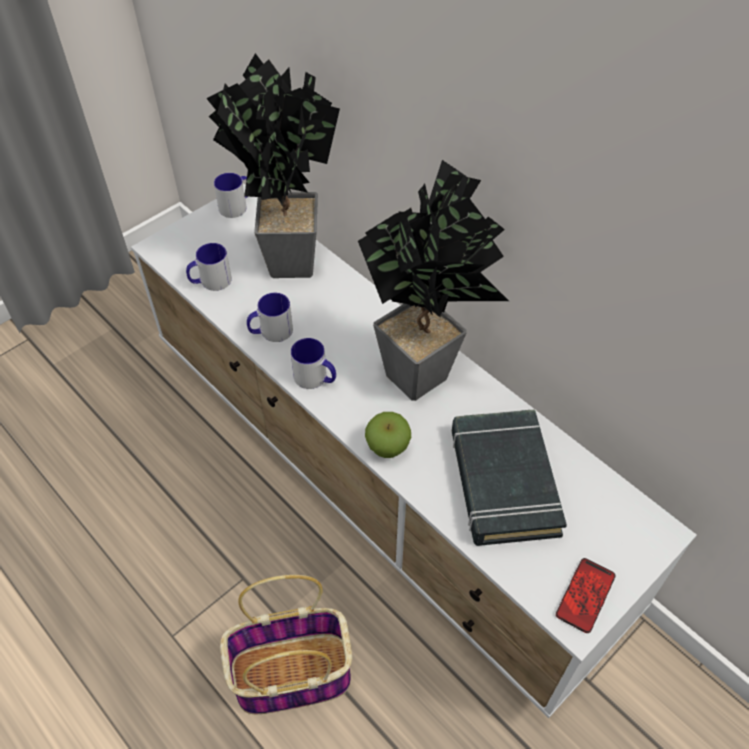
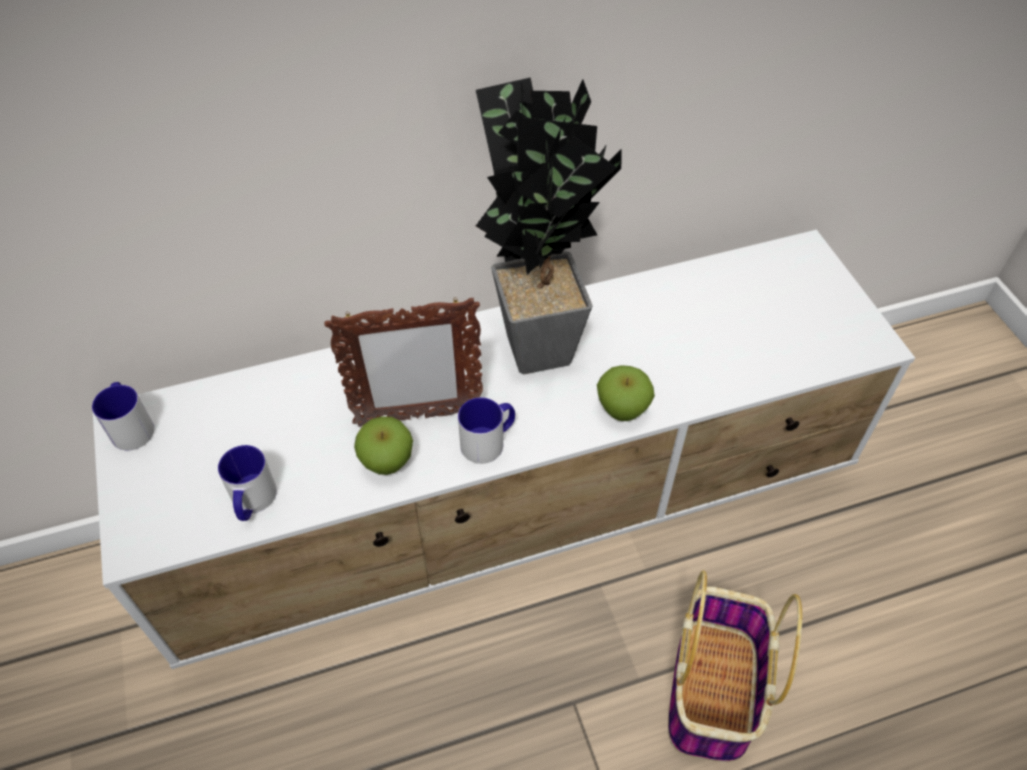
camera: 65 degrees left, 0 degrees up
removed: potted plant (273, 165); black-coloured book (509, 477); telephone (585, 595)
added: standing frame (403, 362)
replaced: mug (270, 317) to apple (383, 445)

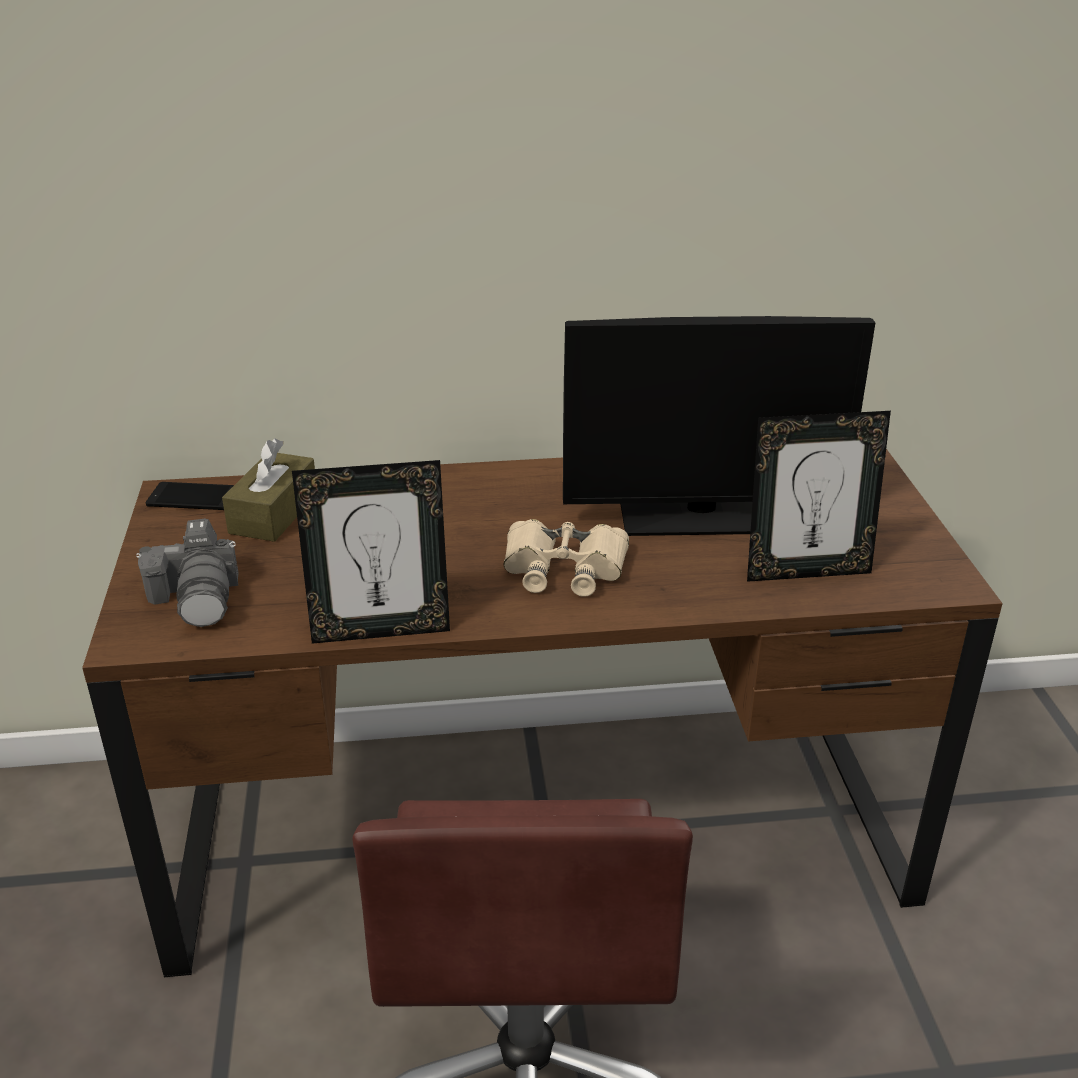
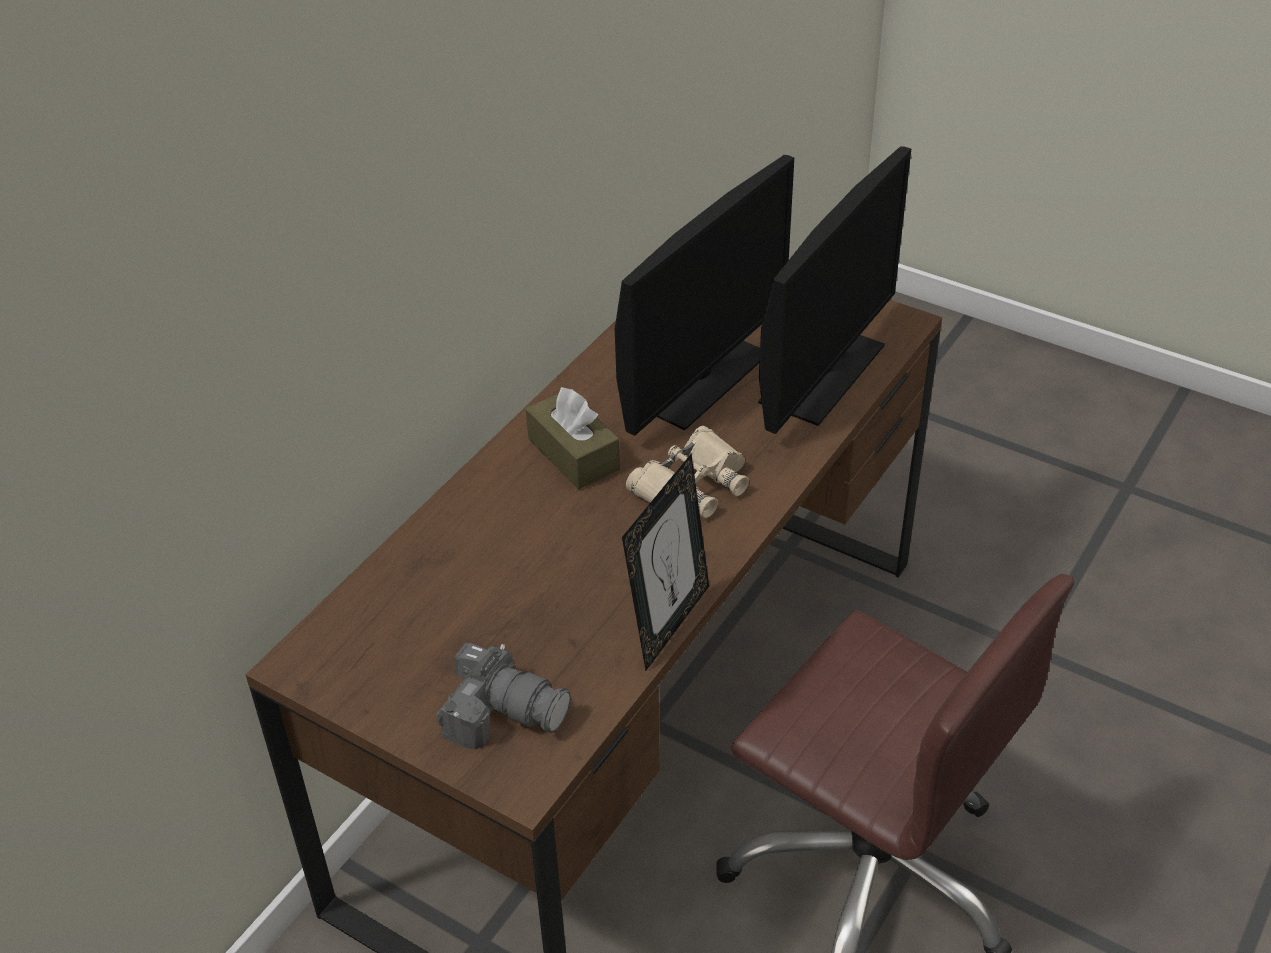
camera: 50 degrees left, 10 degrees up
removed: telephone (190, 496)
moved: brown tissue holder (268, 490) to (573, 438)
replaced: standing frame (819, 496) to computer display (834, 290)

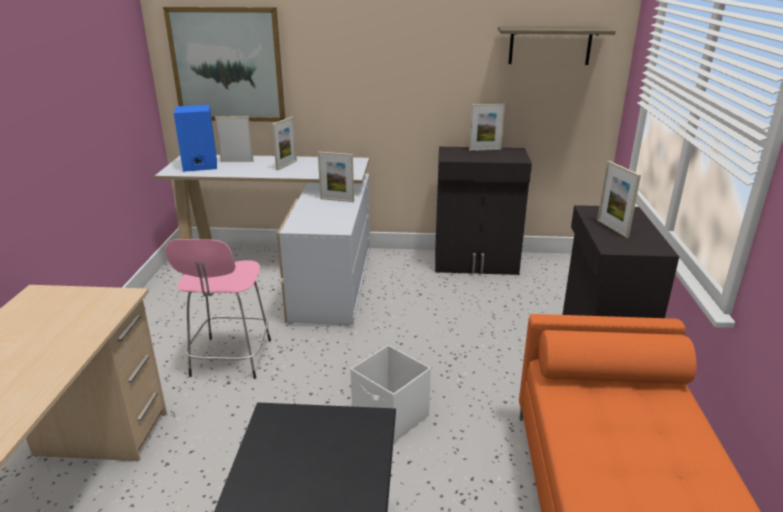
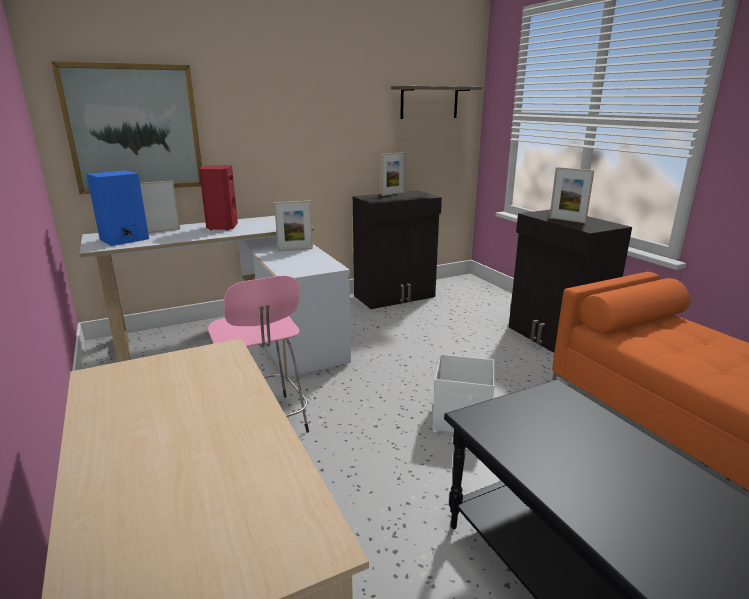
camera: 30 degrees left, 5 degrees down
replaced: standing frame (284, 143) to reddish loudspeaker (218, 198)

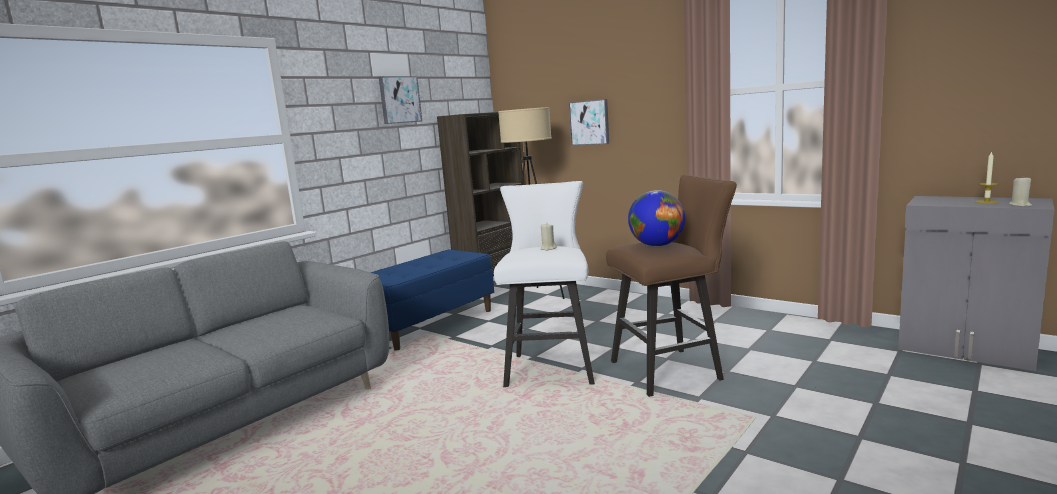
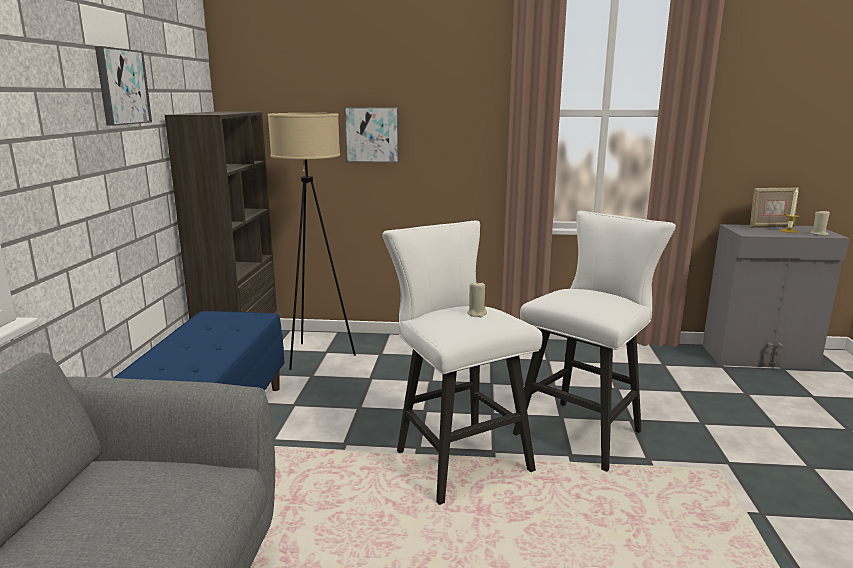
camera: 35 degrees left, 5 degrees up
removed: globe (656, 218)
added: standing frame (774, 207)
recoloured: brown sitting stool (671, 286) to whitish sitting stool (594, 341)

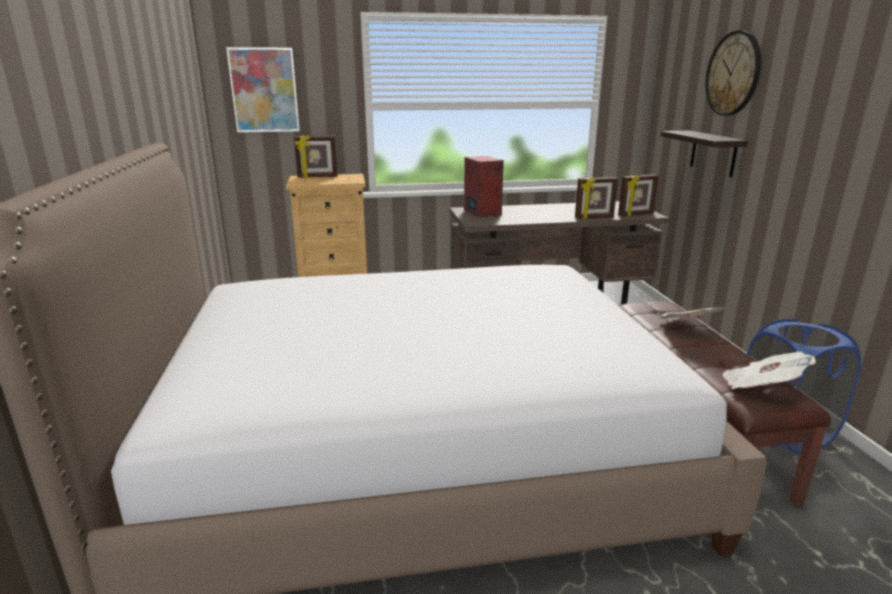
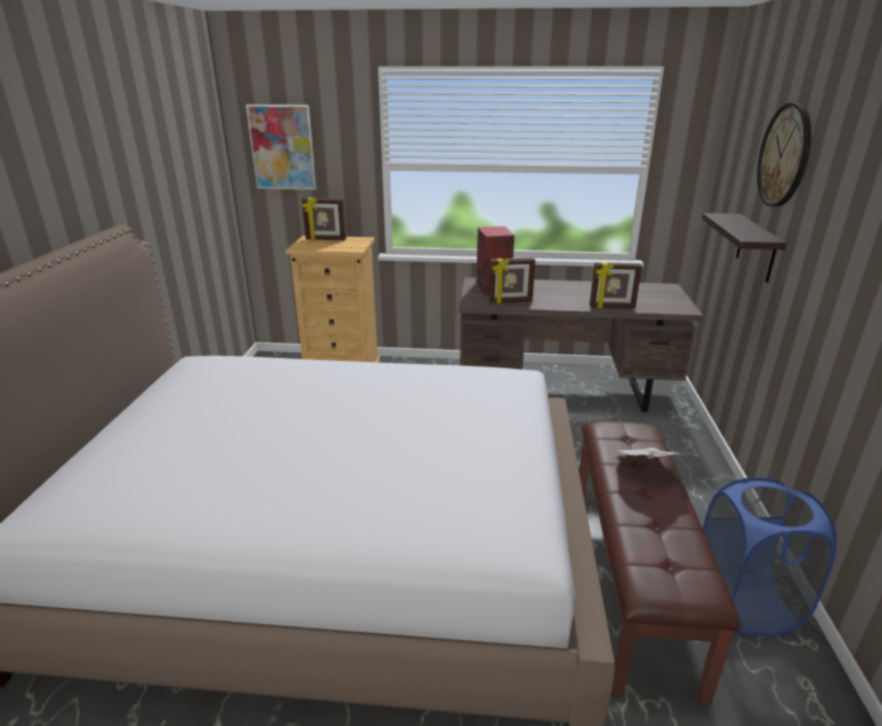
camera: 15 degrees right, 5 degrees up
removed: newspaper (769, 370)
moved: standing frame (638, 195) to (512, 280)

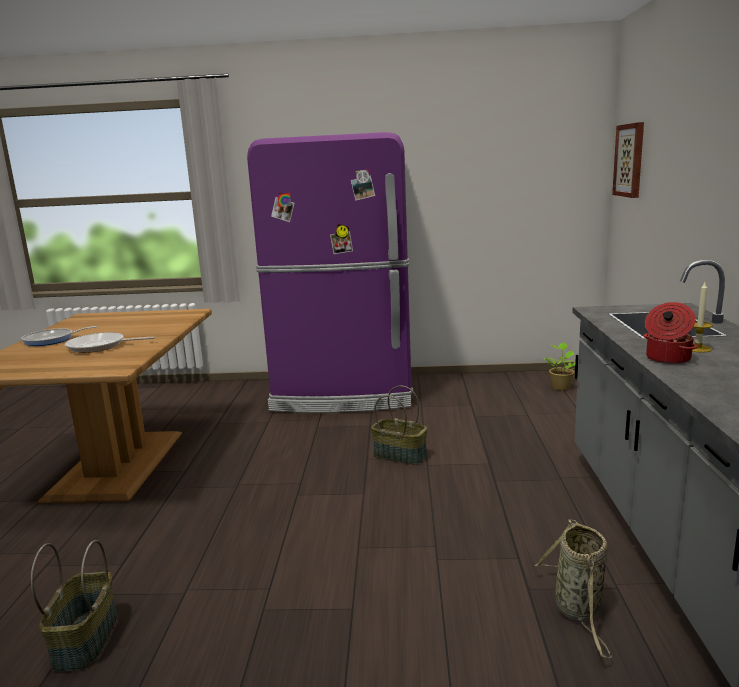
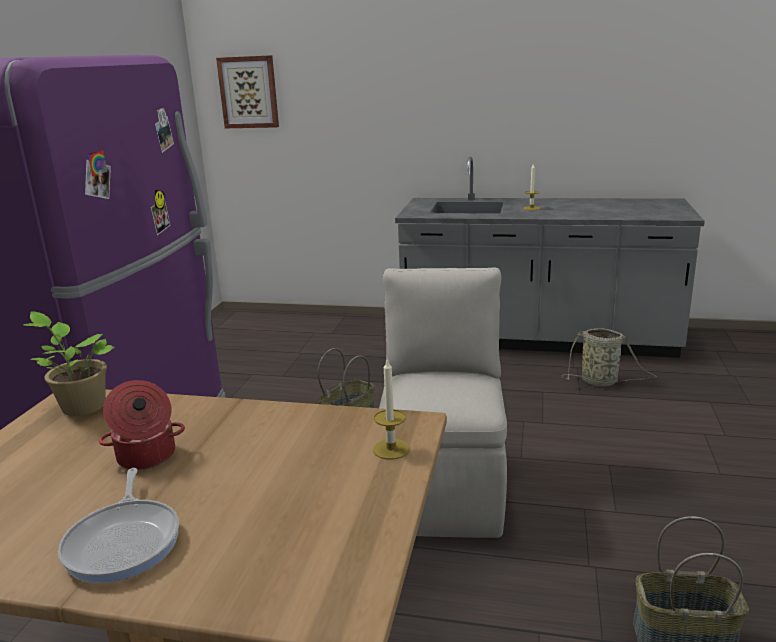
camera: 80 degrees left, 5 degrees up
removed: pan (110, 342)
added: wax candle (391, 409); beige plain chair (443, 402)
moved: potted plant (559, 366) to (69, 363); stockpot (671, 333) to (142, 425)

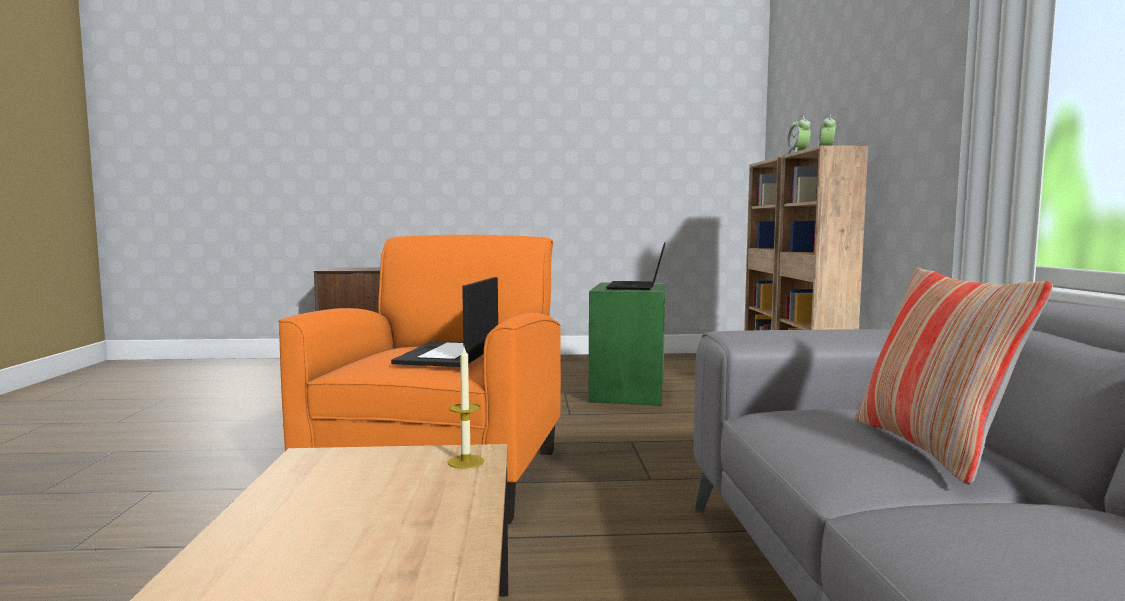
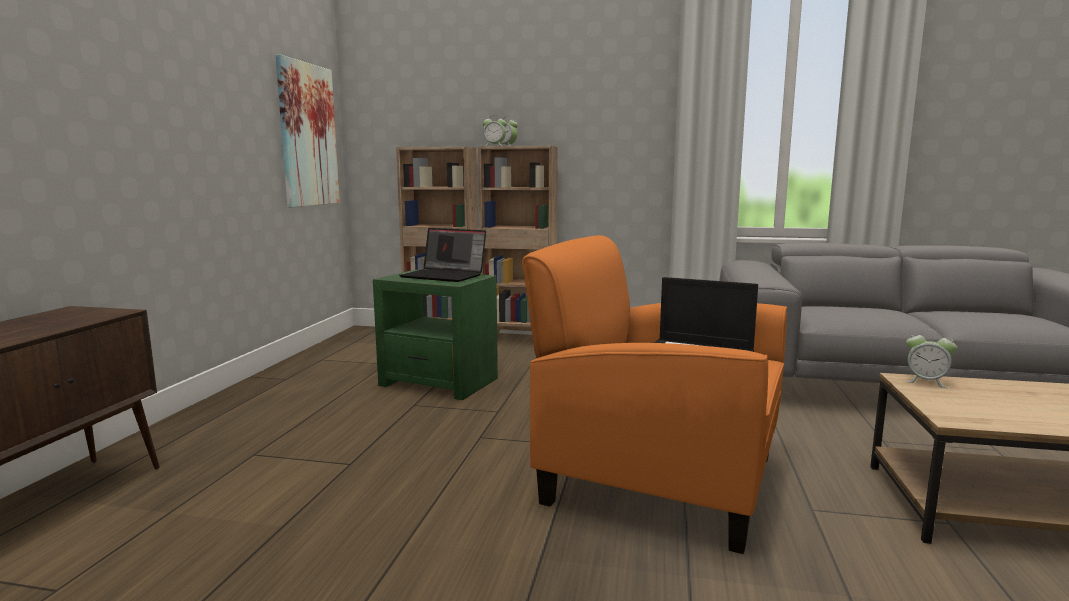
camera: 75 degrees left, 5 degrees up
removed: cushion (954, 376)
added: picture (308, 131)
replaced: wax candle (466, 408) to table clock (931, 359)

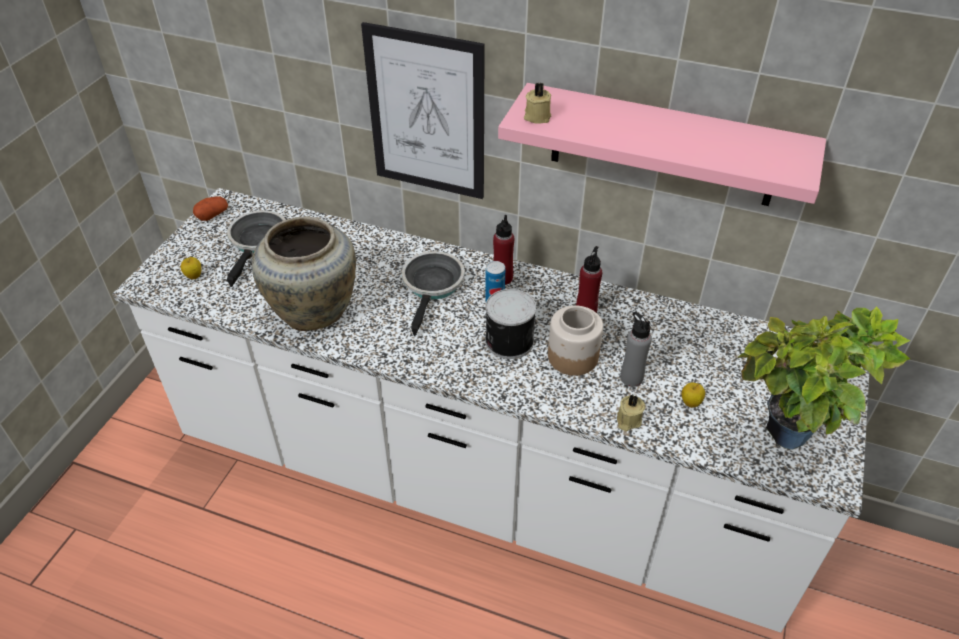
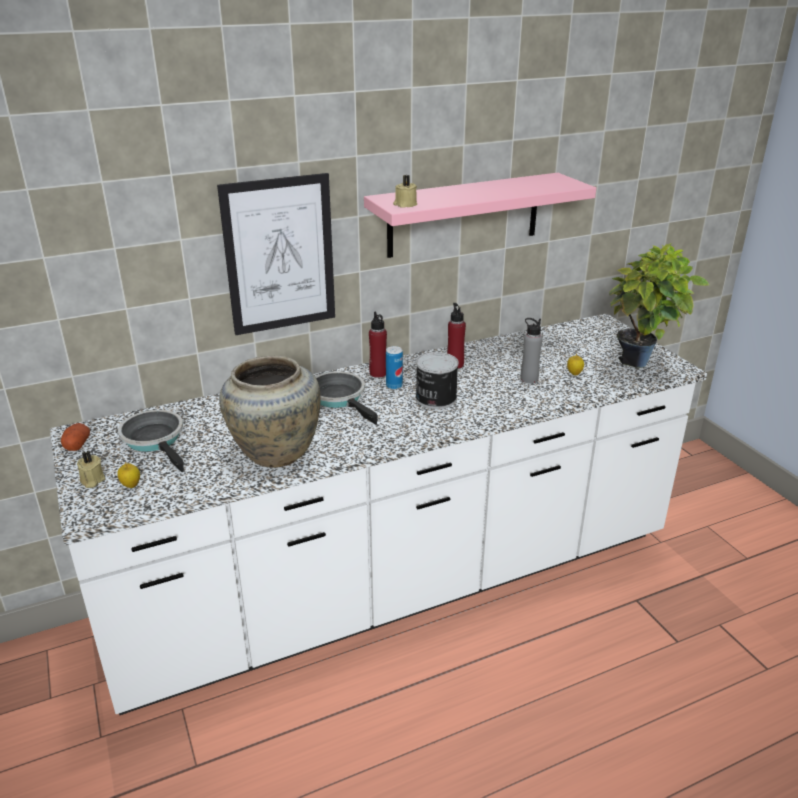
camera: 45 degrees left, 15 degrees down
removed: storage jar (575, 340)
moved: beige wax candle (631, 413) to (91, 469)

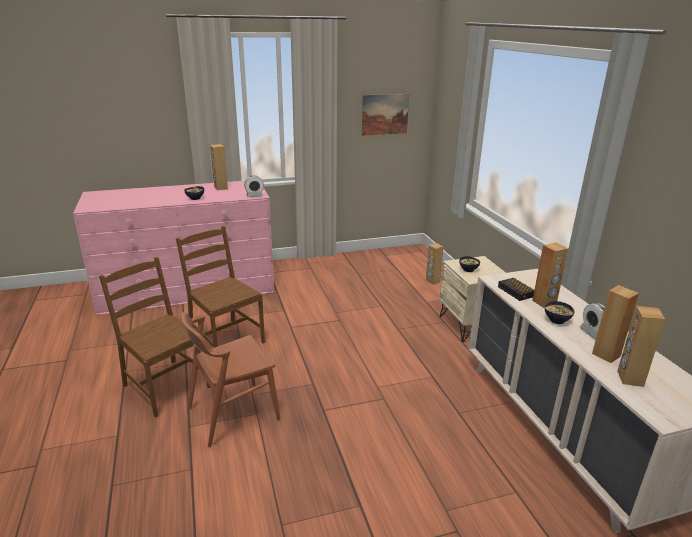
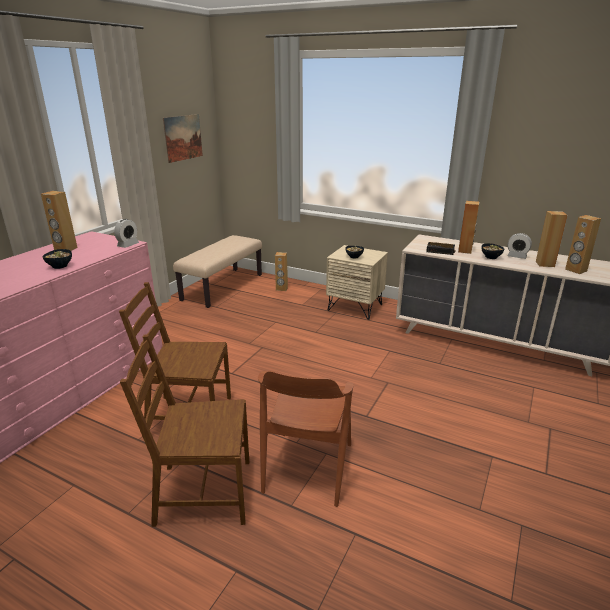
camera: 45 degrees left, 0 degrees up
added: beige indoor bench (217, 271)

